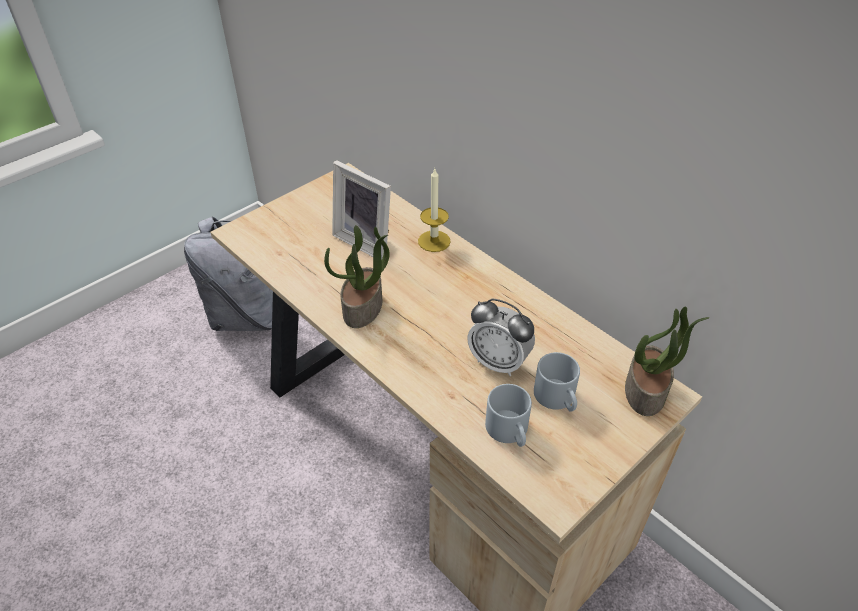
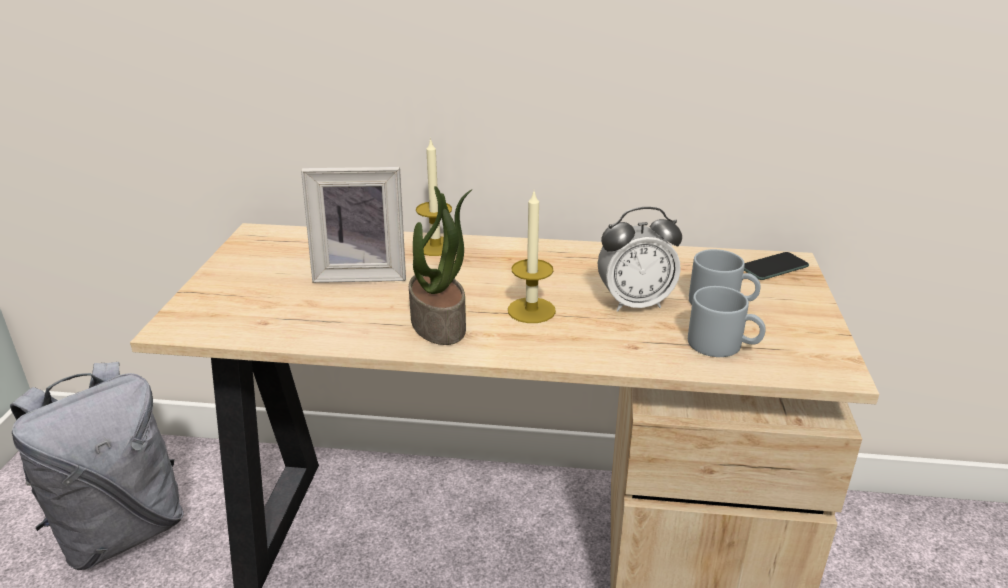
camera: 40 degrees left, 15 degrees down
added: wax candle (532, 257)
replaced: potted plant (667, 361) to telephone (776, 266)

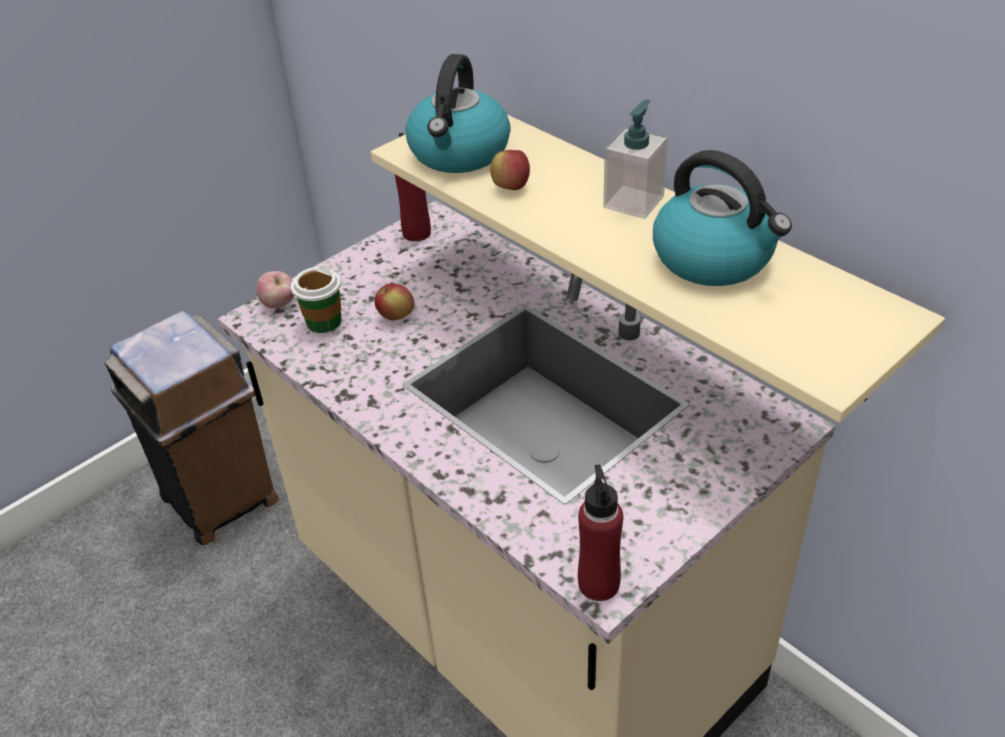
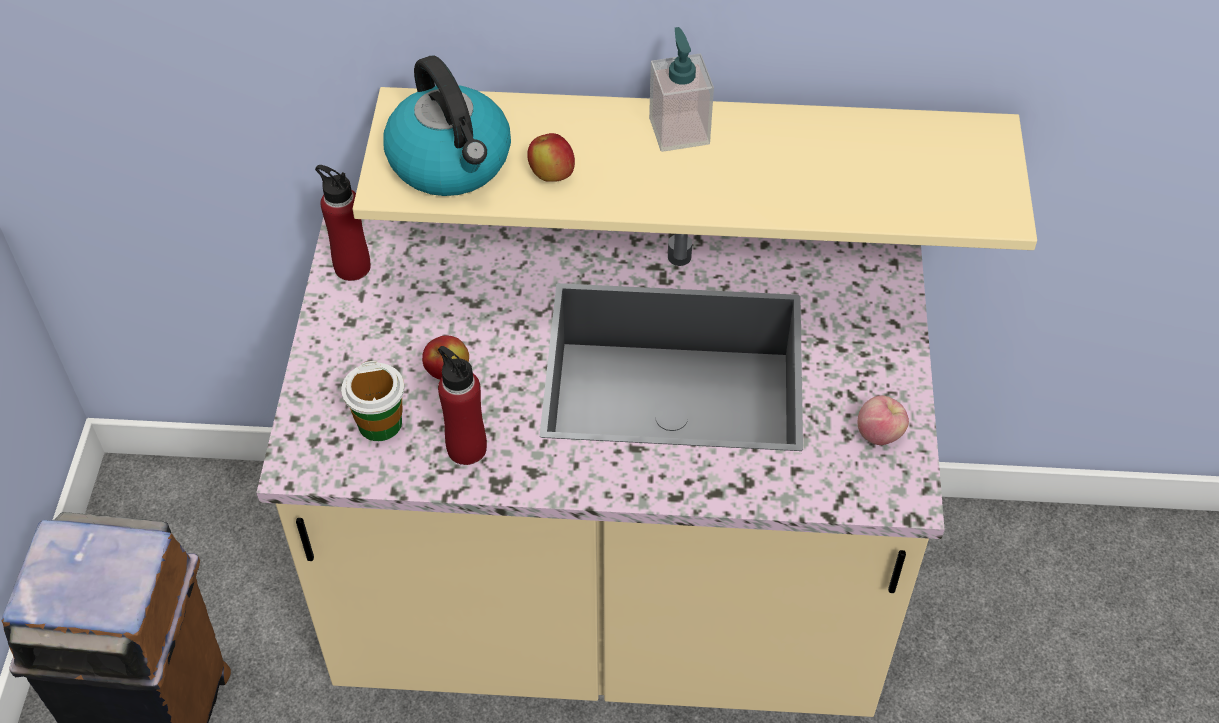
camera: 45 degrees left, 10 degrees up
removed: water kettle (722, 218)
moved: apple (275, 289) to (883, 420); reddish drink bottle (600, 533) to (462, 405)

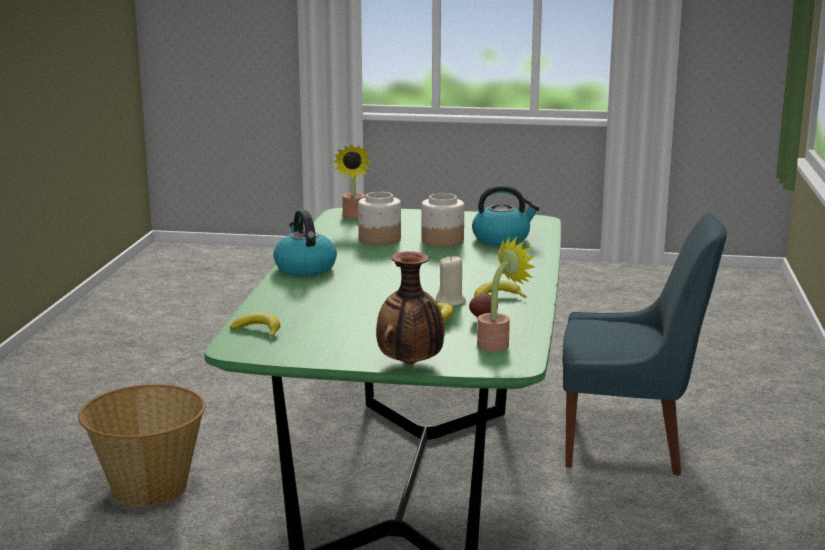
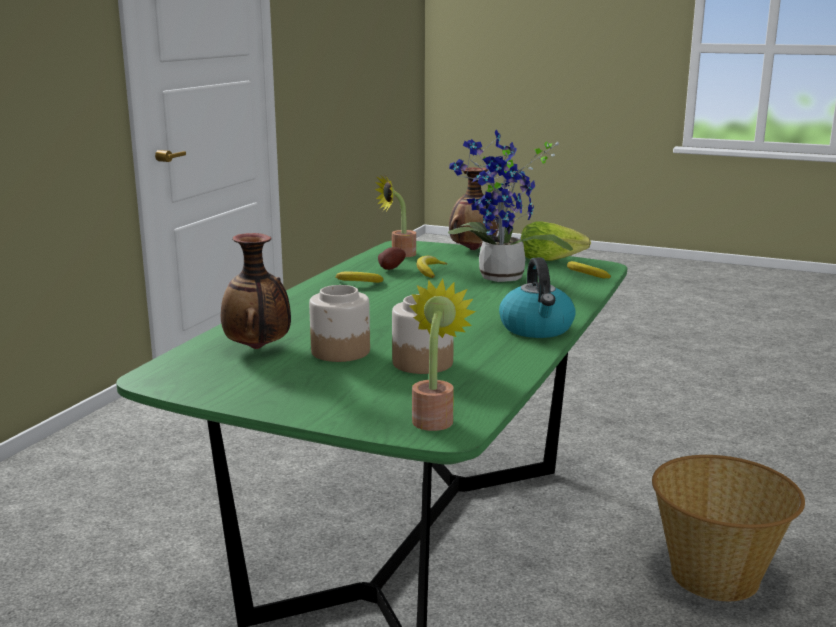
camera: 165 degrees left, 0 degrees up
removed: beige wax candle (451, 280); blue plain chair (645, 344)
added: potted plant (510, 205); lettuce head (556, 241)
replaced: water kettle (505, 215) to flower vase (256, 291)

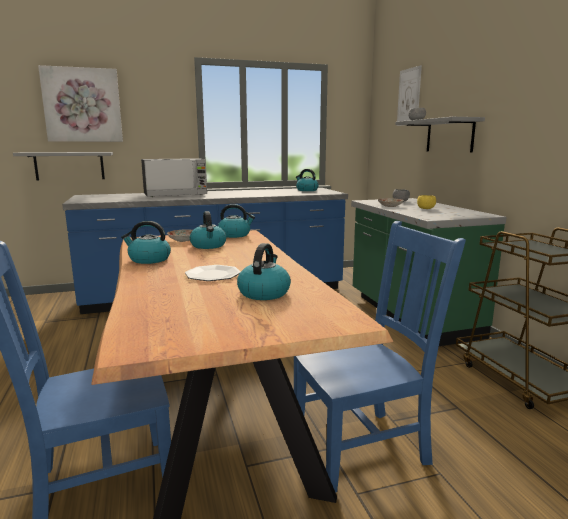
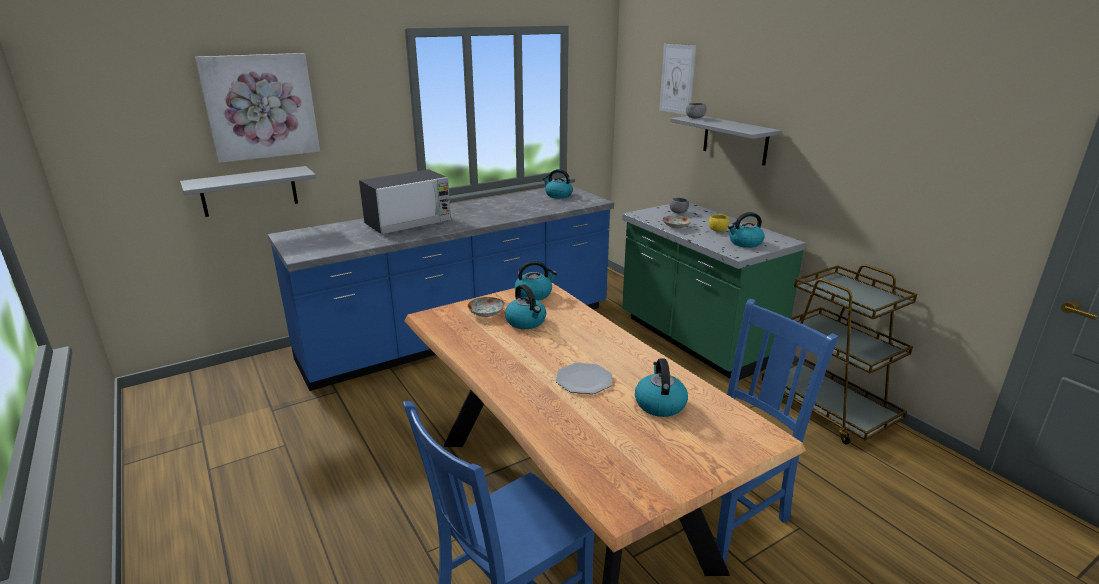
camera: 15 degrees left, 10 degrees up
moved: water kettle (146, 242) to (746, 230)

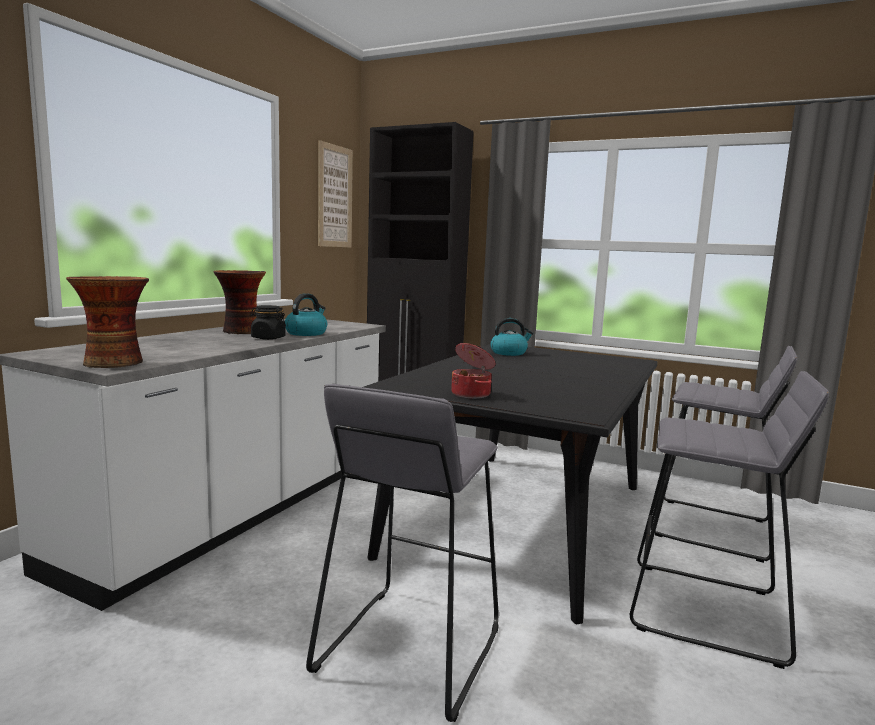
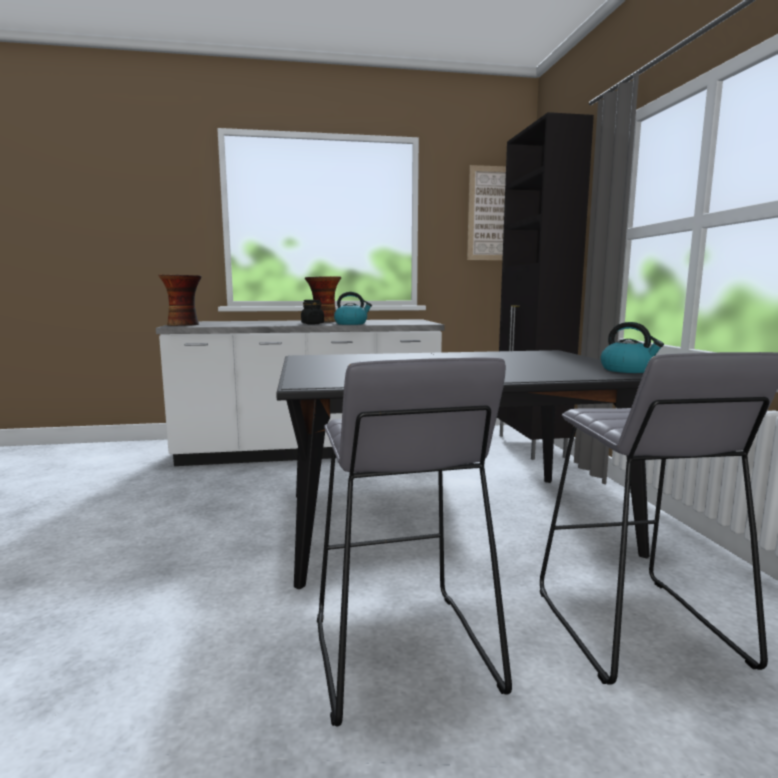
camera: 55 degrees right, 0 degrees up
removed: greyish sitting stool (402, 553); stockpot (473, 370)
moved: water kettle (511, 337) to (632, 347)

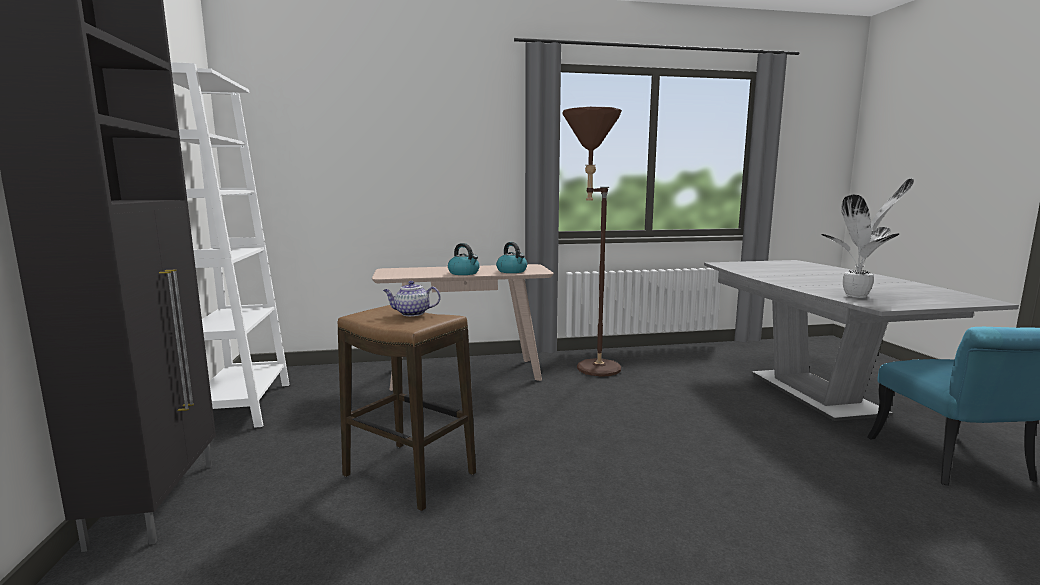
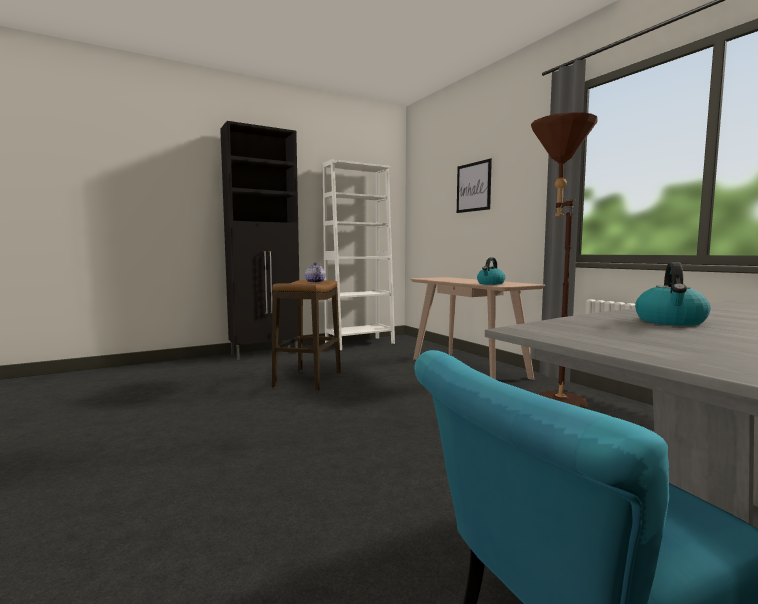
camera: 70 degrees right, 5 degrees down
removed: potted plant (867, 238)
added: picture (474, 186)
moved: water kettle (464, 259) to (672, 294)

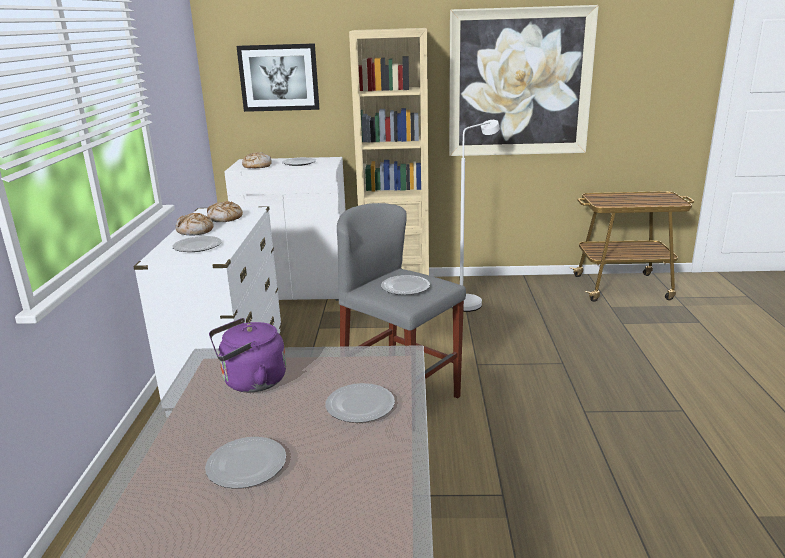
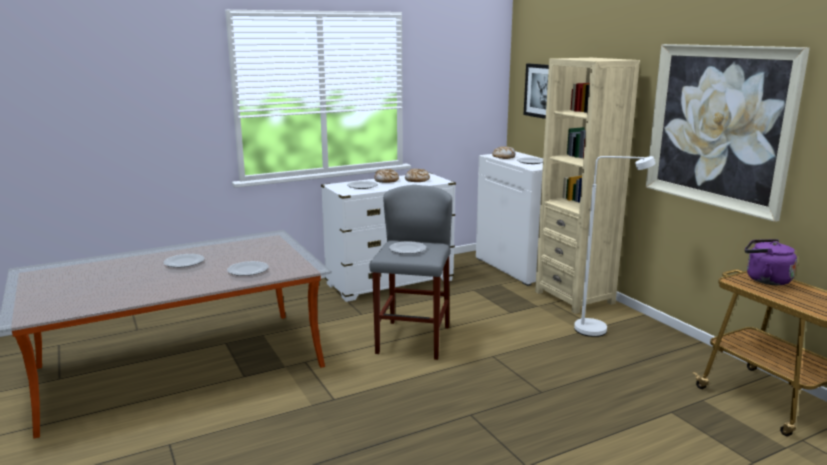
camera: 60 degrees right, 5 degrees down
moved: purple-coloured water kettle (247, 355) to (771, 262)

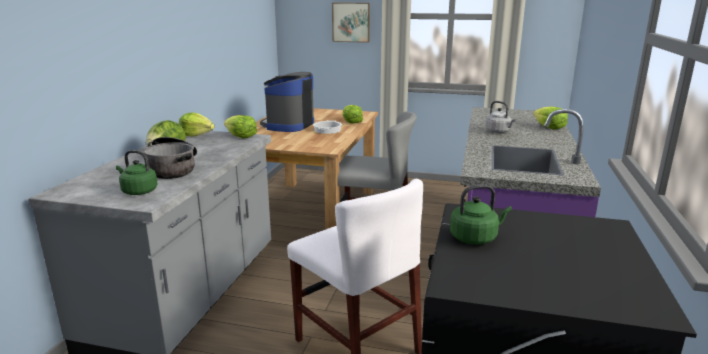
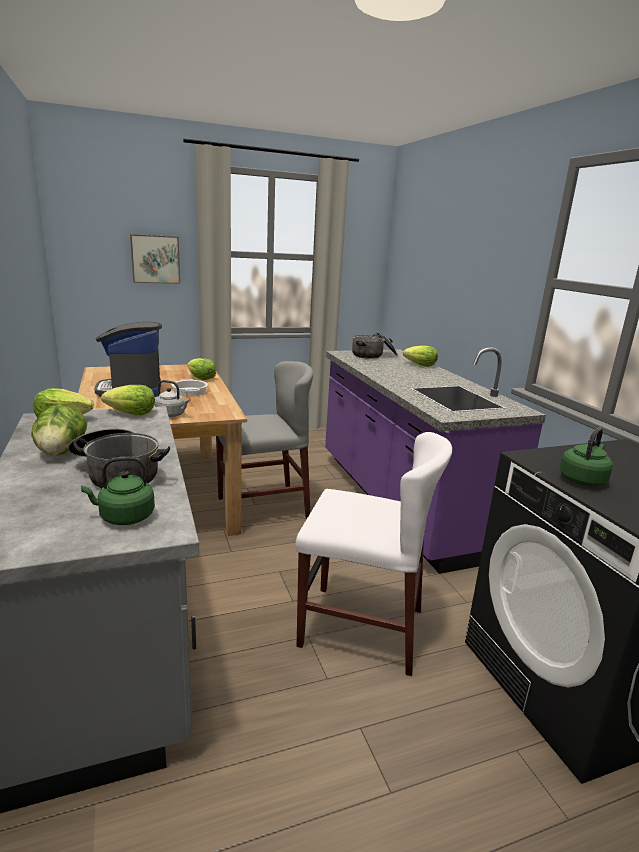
camera: 35 degrees left, 0 degrees up
added: stockpot (374, 345)
moved: greyish water kettle (501, 117) to (172, 398)

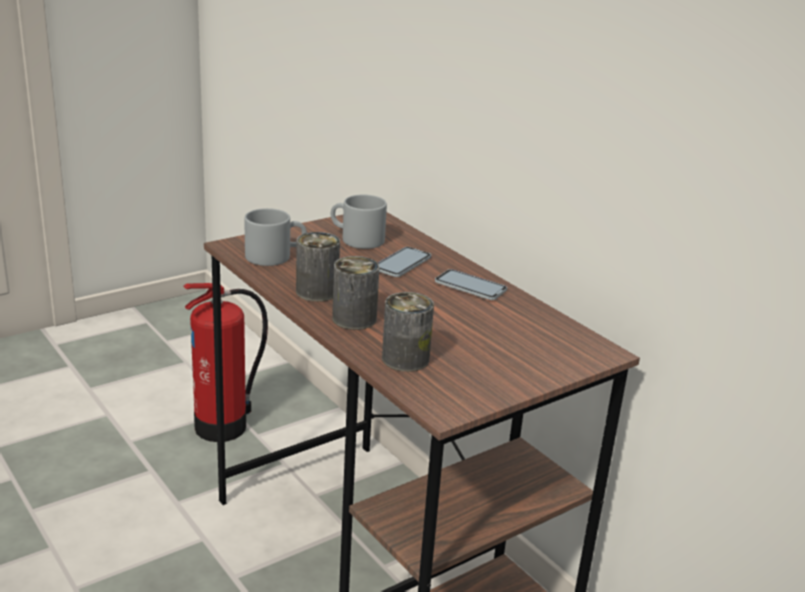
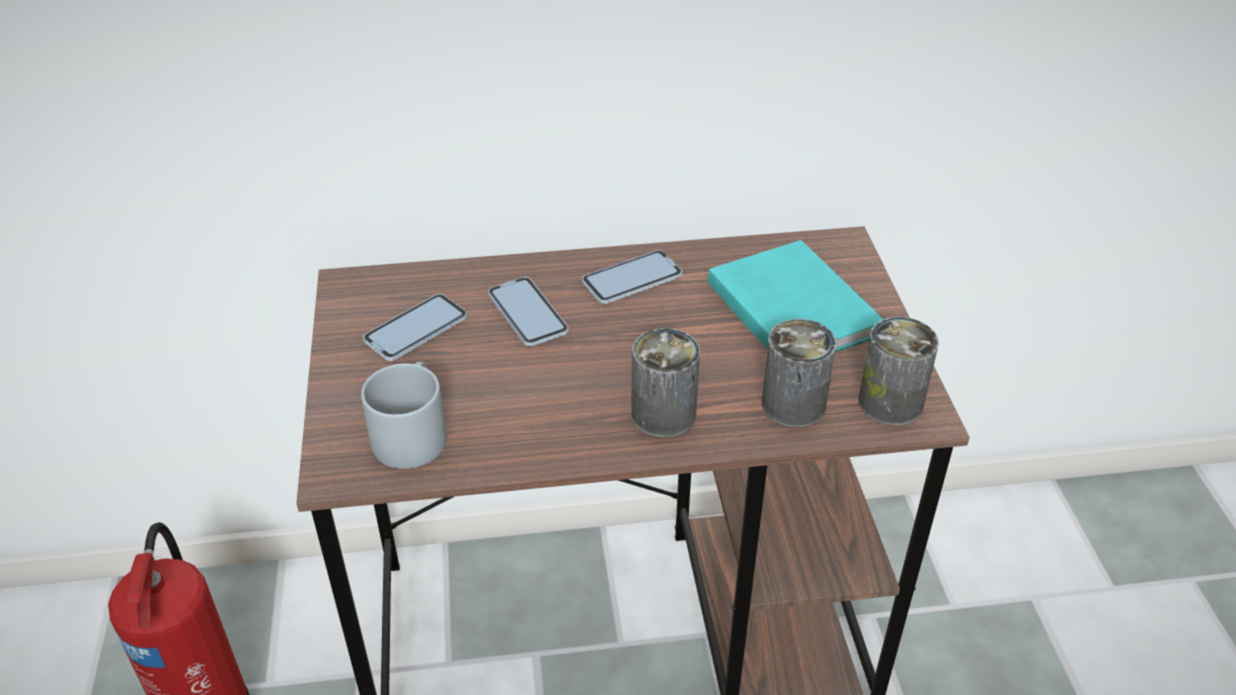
camera: 60 degrees left, 15 degrees up
added: blue-green book (795, 296)
moved: can (318, 267) to (898, 371)
replaced: greyish mug (359, 222) to telephone (415, 327)

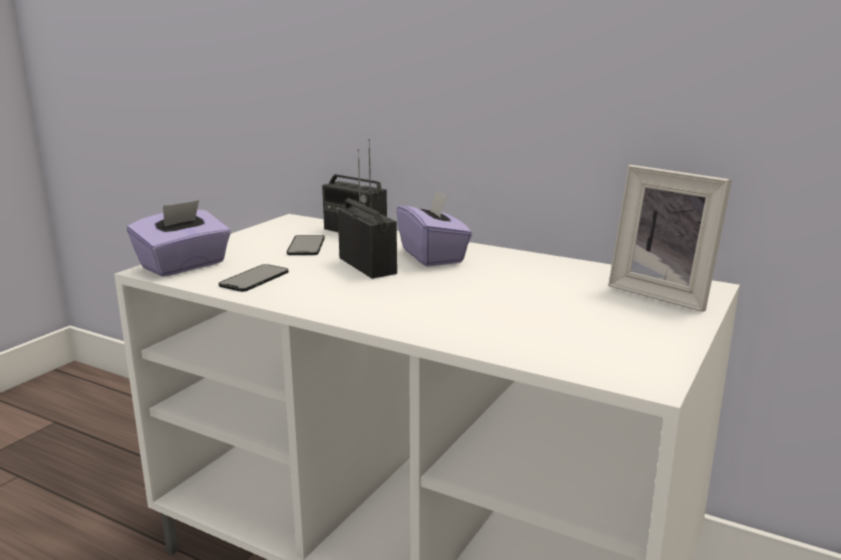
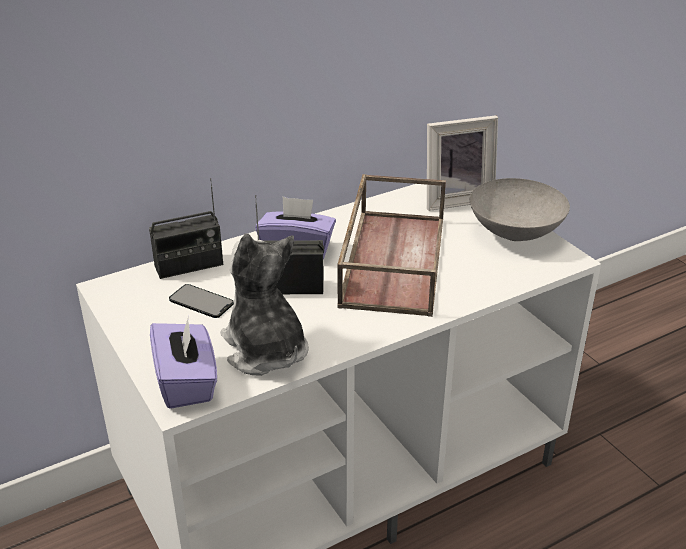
camera: 60 degrees left, 15 degrees up
added: brown serving tray (391, 245); greyish serving bowl (520, 209)
replaced: telephone (254, 278) to plush toy (264, 305)

